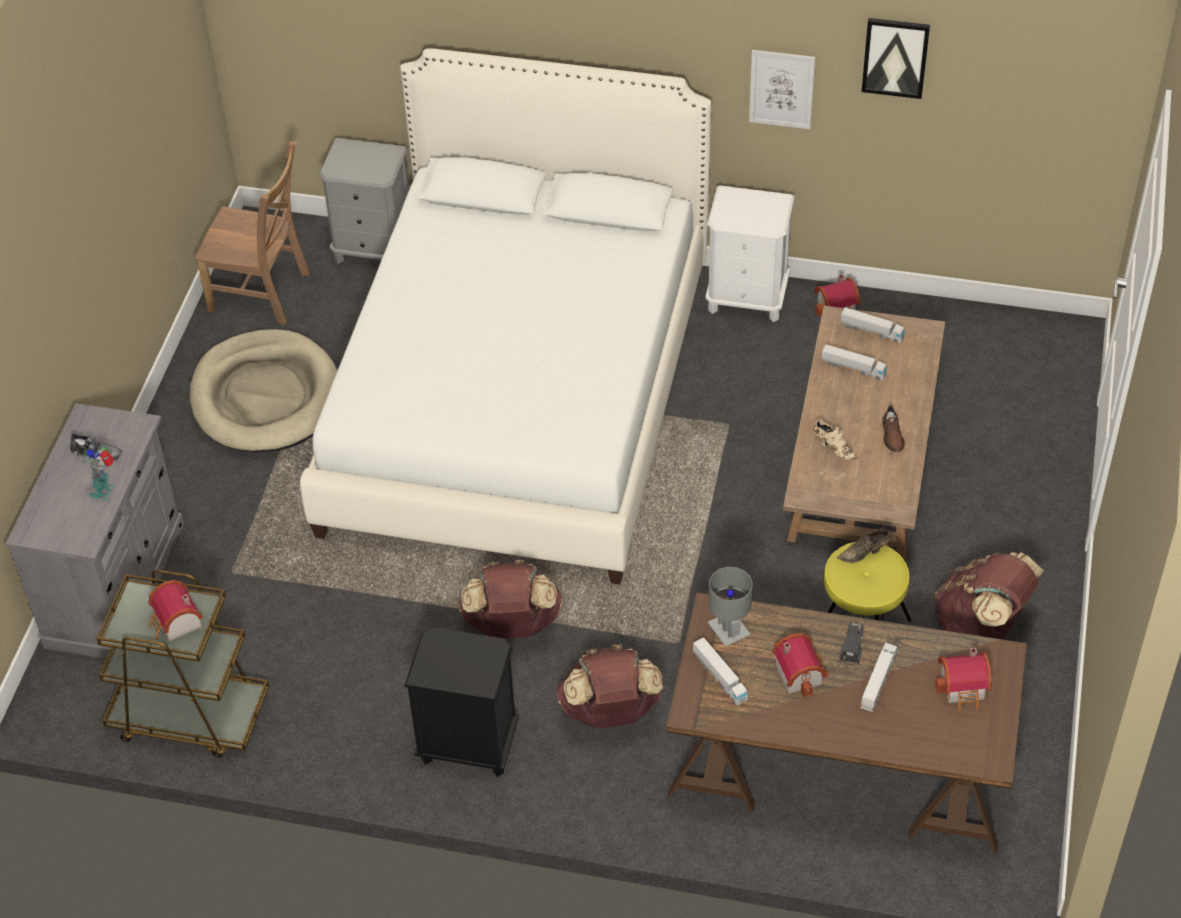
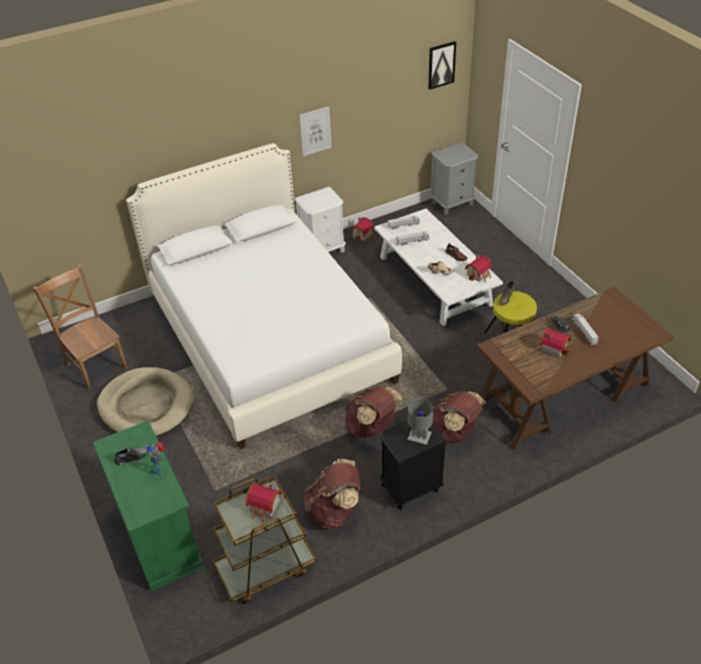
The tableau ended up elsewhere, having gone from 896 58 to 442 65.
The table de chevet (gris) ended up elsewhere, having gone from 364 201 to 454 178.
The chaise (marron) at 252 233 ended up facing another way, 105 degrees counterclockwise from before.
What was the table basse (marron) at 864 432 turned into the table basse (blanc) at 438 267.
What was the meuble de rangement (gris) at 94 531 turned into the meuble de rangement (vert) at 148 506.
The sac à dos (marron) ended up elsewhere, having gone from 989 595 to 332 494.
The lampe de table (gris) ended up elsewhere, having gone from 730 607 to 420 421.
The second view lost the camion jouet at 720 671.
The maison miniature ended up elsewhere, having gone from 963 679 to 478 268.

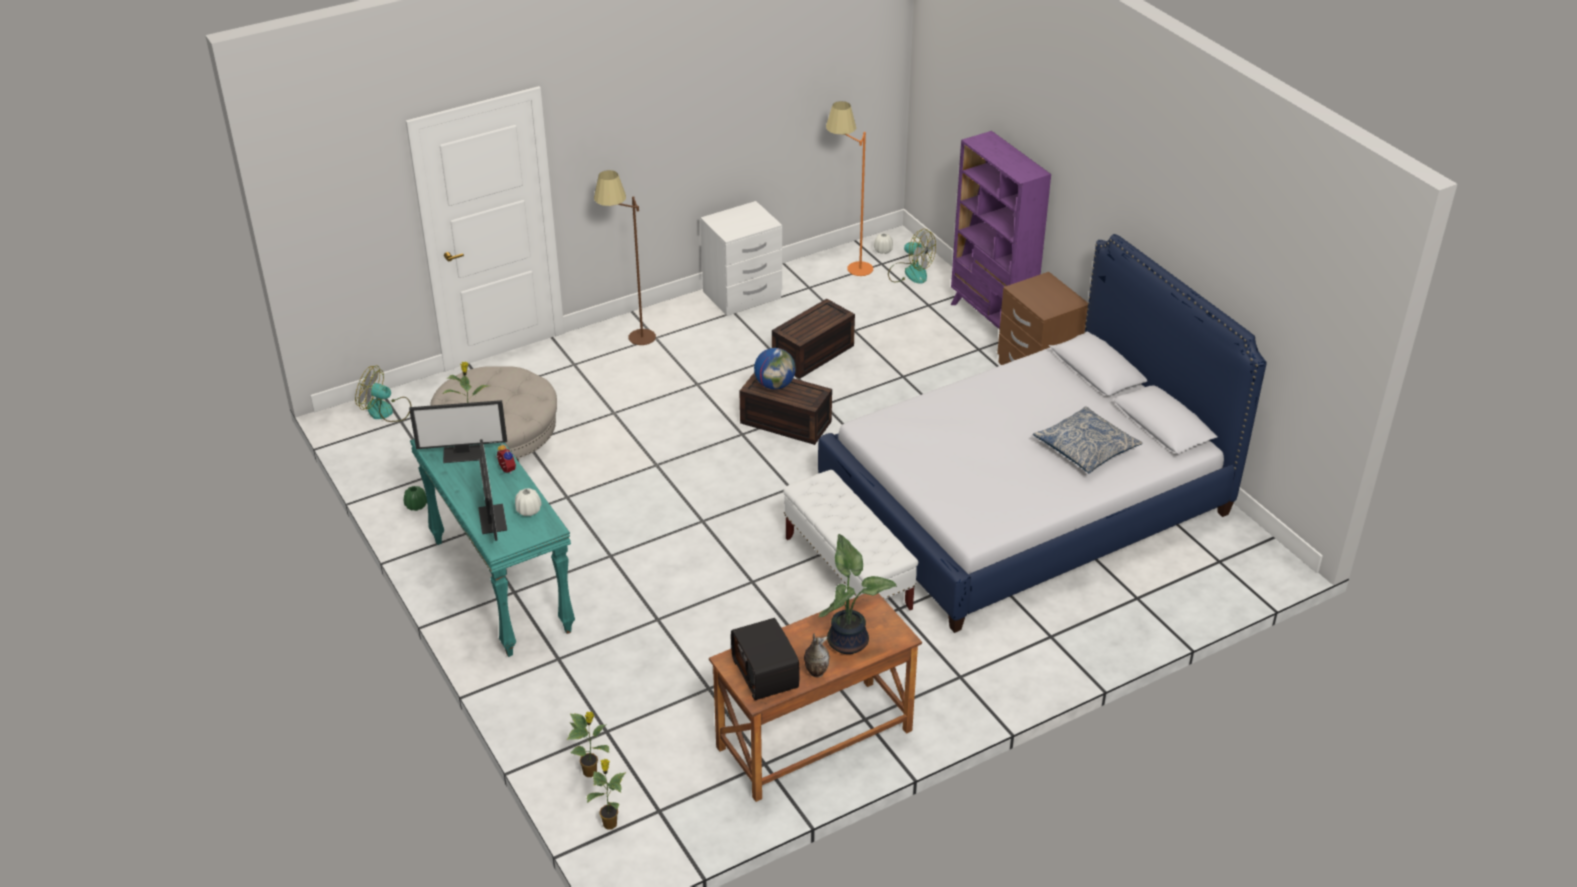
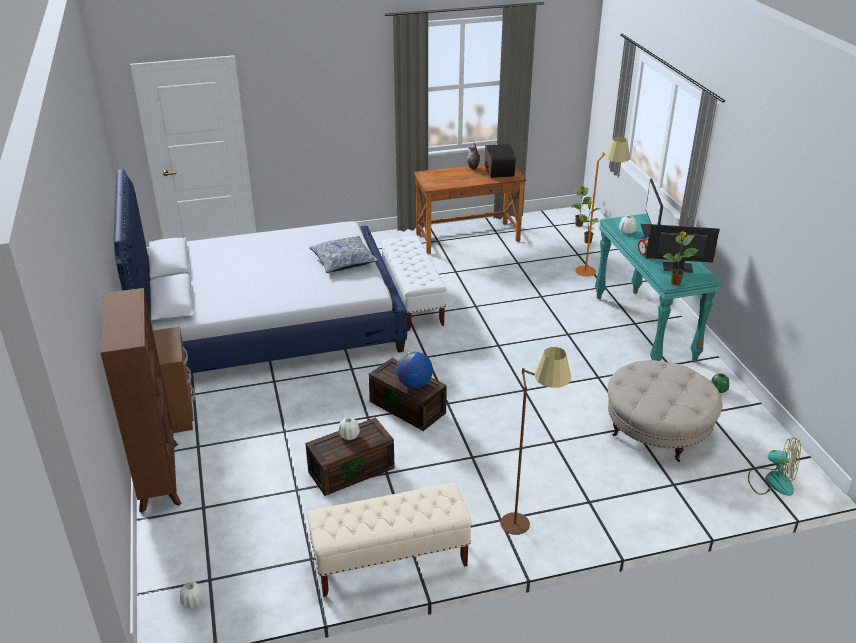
The lampadaire (orange) ended up elsewhere, having gone from 849 188 to 602 207.
What was the bibliothèque (violet) at 1001 230 turned into the bibliothèque (marron) at 141 400.
Where the table de chevet (blanc) stood at 741 258, the banc (beige) came to stand at 389 540.
The second view lost the ventilateur at 912 256.
The coussin ended up elsewhere, having gone from 1088 439 to 343 254.
The second view lost the plante en pot at 857 594.
The second view gained the vase (blanc) at 349 429.

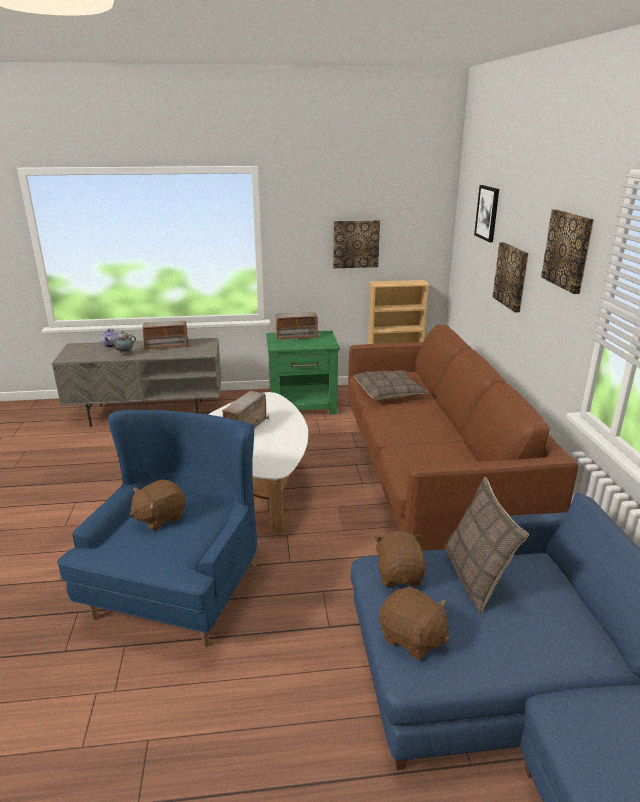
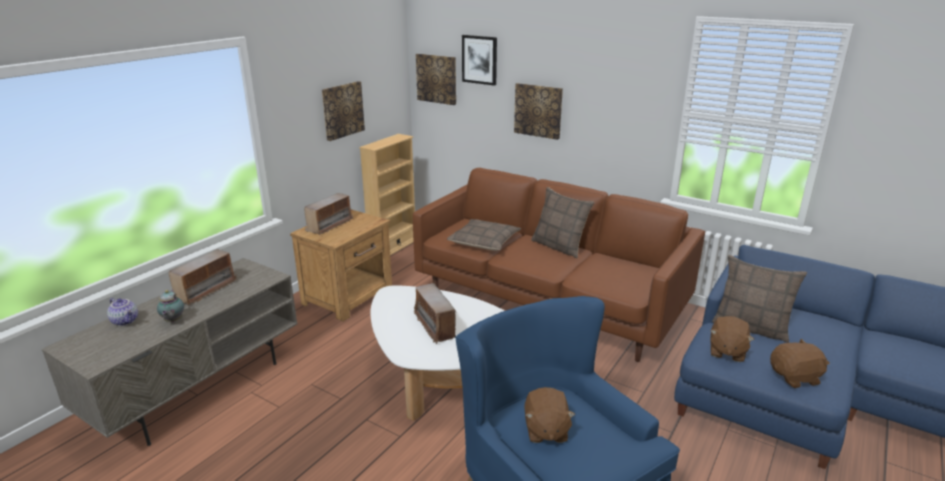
The tableau ended up elsewhere, having gone from 567 251 to 436 79.
What was the table de chevet (vert) at 303 372 turned into the table de chevet (marron) at 341 265.
The peluche (marron) at 400 558 ended up facing another way, 105 degrees counterclockwise from before.
The second view gained the coussin at 563 222.

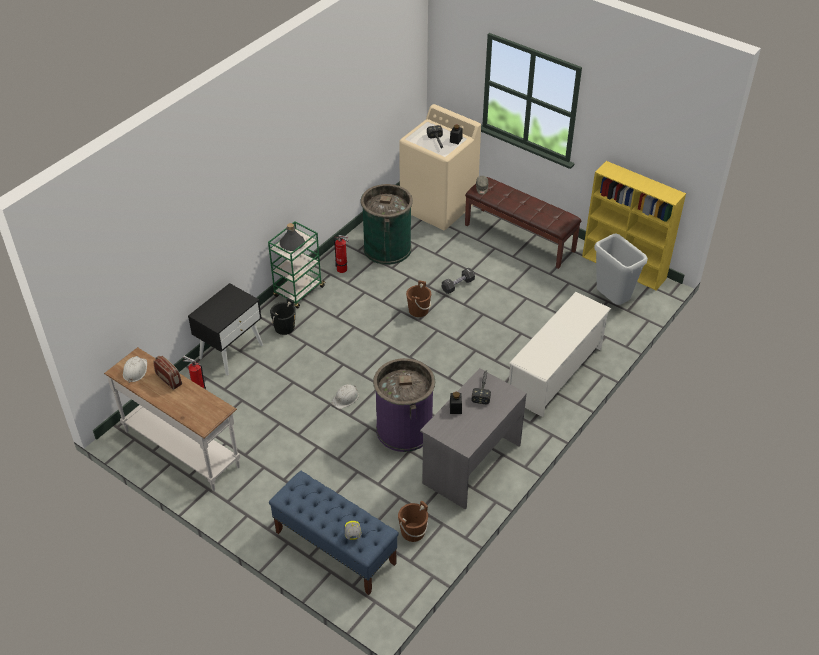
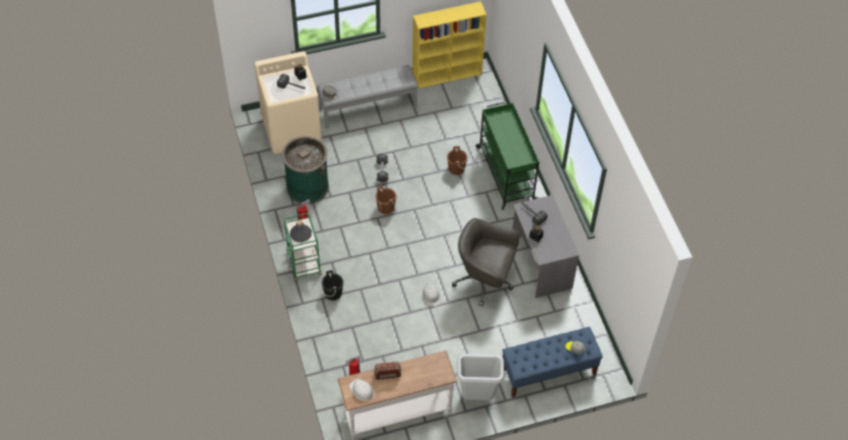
What was the banc (marron) at 523 223 turned into the banc (gris) at 367 97.
The poubelle (gris) ended up elsewhere, having gone from 621 269 to 480 377.
The second view lost the table de chevet (noir) at 225 329.
Where the étagère à chaussures (blanc) stood at 560 354, the chariot (vert) came to stand at 507 156.
Where the poubelle (violet) stood at 404 405, the chaise de bureau (gris) came to stand at 485 262.
The seau (marron) ended up elsewhere, having gone from 413 521 to 457 160.

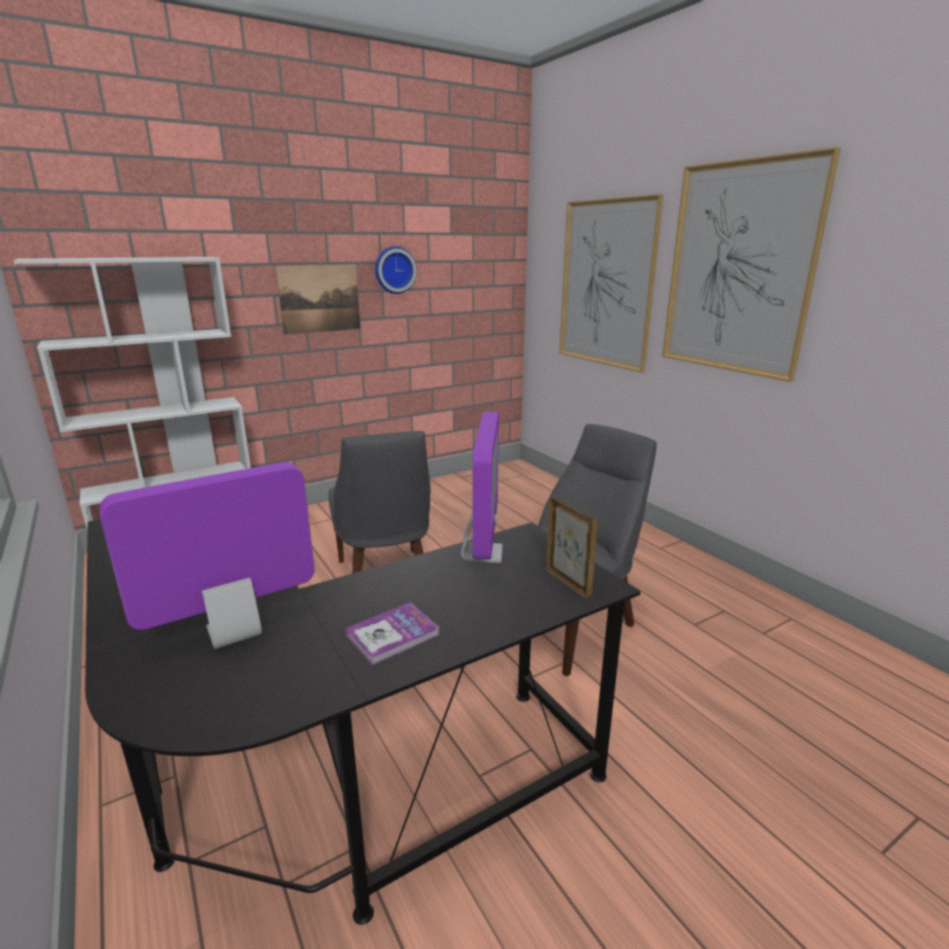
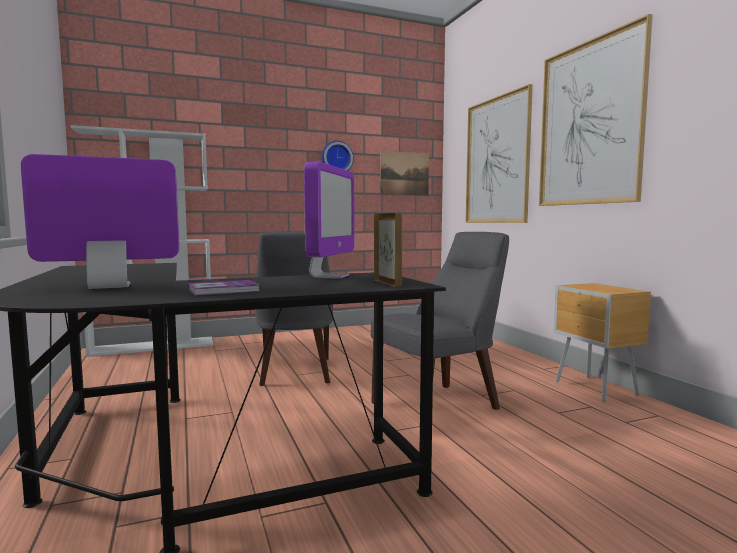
The tableau ended up elsewhere, having gone from 318 299 to 404 173.
The second view gained the table de chevet (marron) at 602 342.

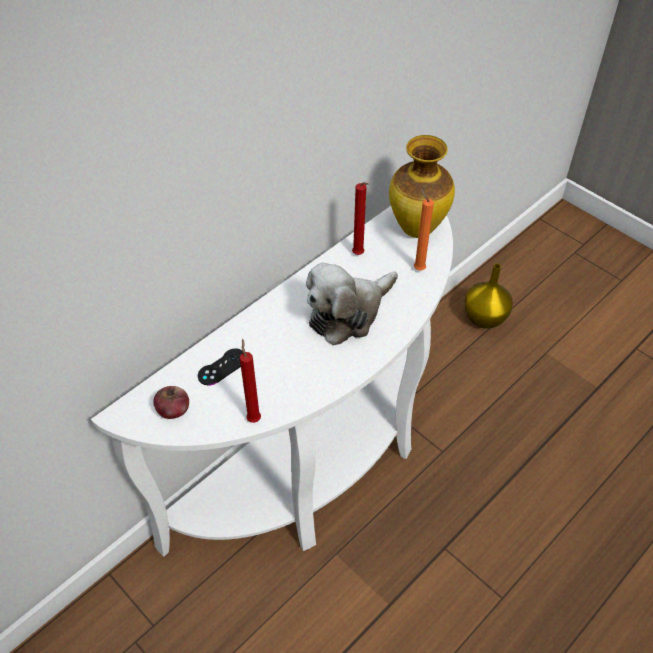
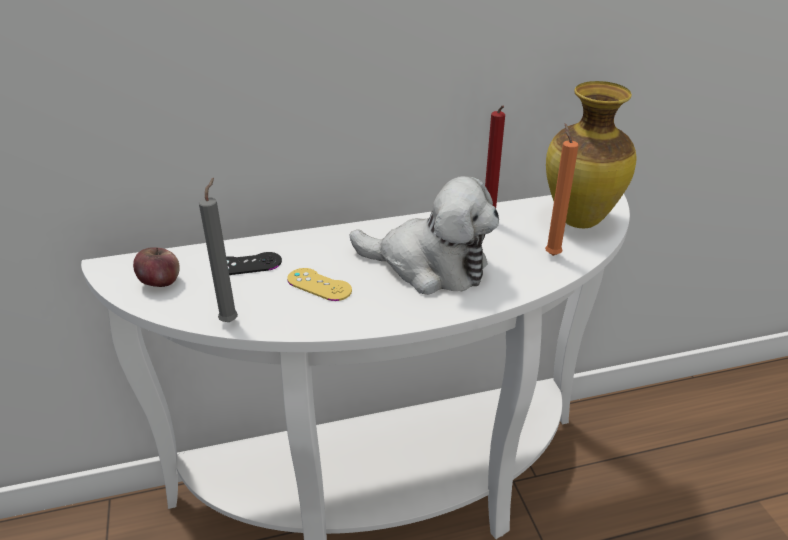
The peluche at 352 304 ended up facing another way, 150 degrees counterclockwise from before.
The second view lost the vase (jaune) at 488 296.
What was the bougie (rouge) at 250 381 turned into the bougie (gris) at 218 250.
The second view gained the manette (jaune) at 319 284.

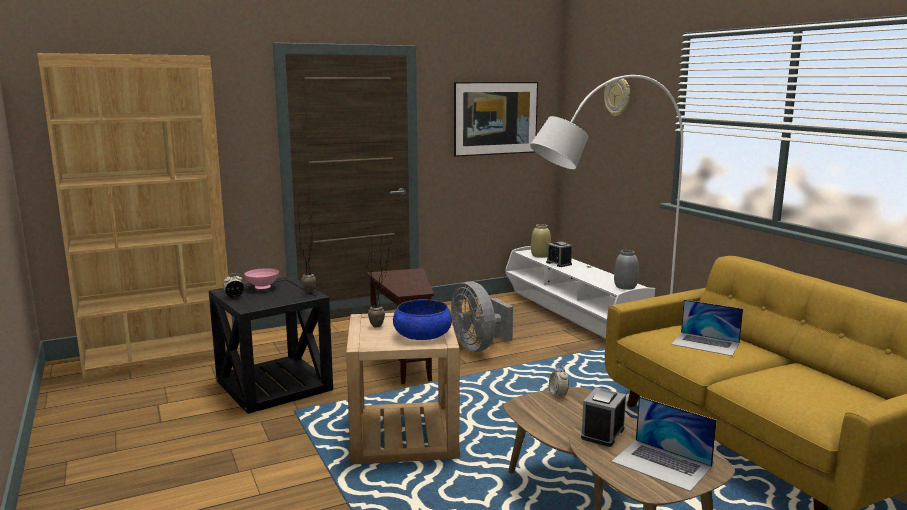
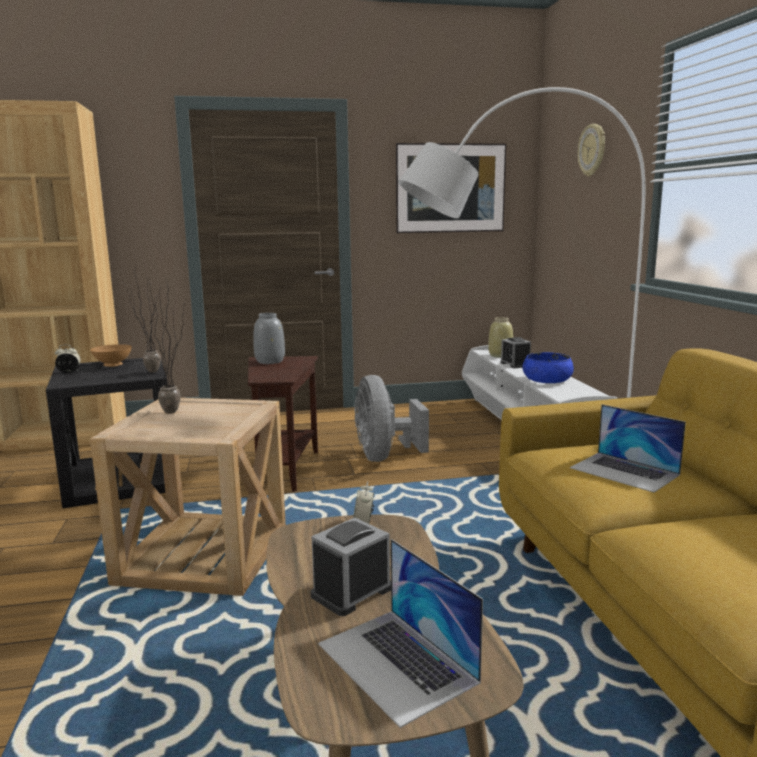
The vase (gris) ended up elsewhere, having gone from 626 270 to 269 338.
What was the bol (rose) at 262 278 turned into the bol (marron) at 111 355.
The bol (bleu) ended up elsewhere, having gone from 422 319 to 548 367.

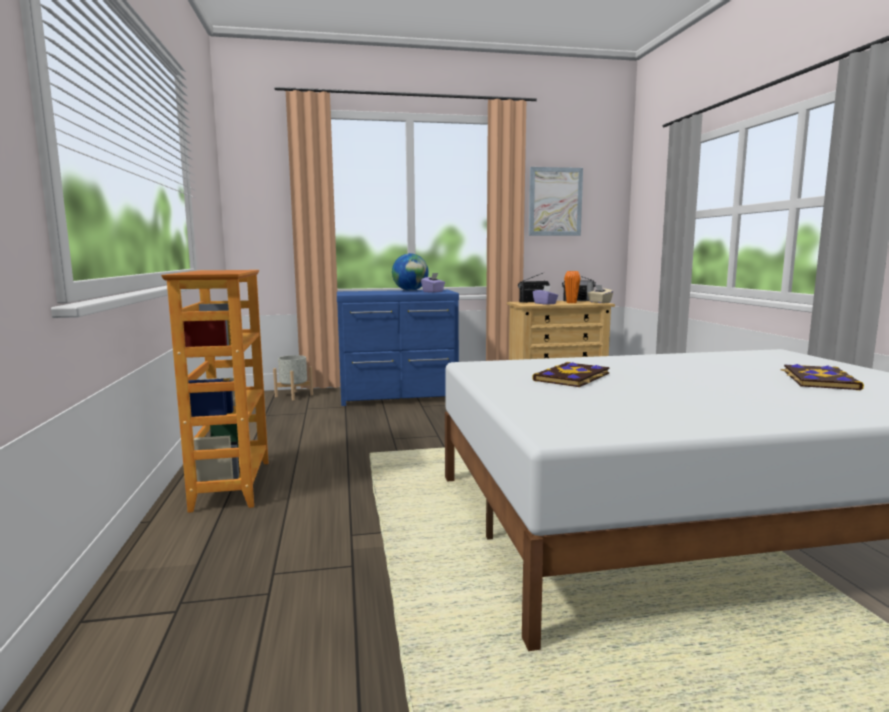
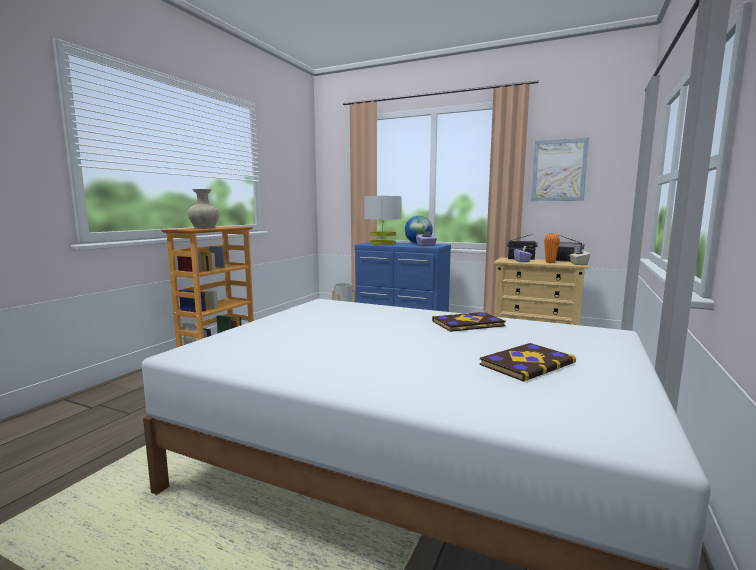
The livre ended up elsewhere, having gone from 571 374 to 469 322.
The second view gained the vase (beige) at 203 209.
The second view gained the lampe de table (gris) at 383 220.

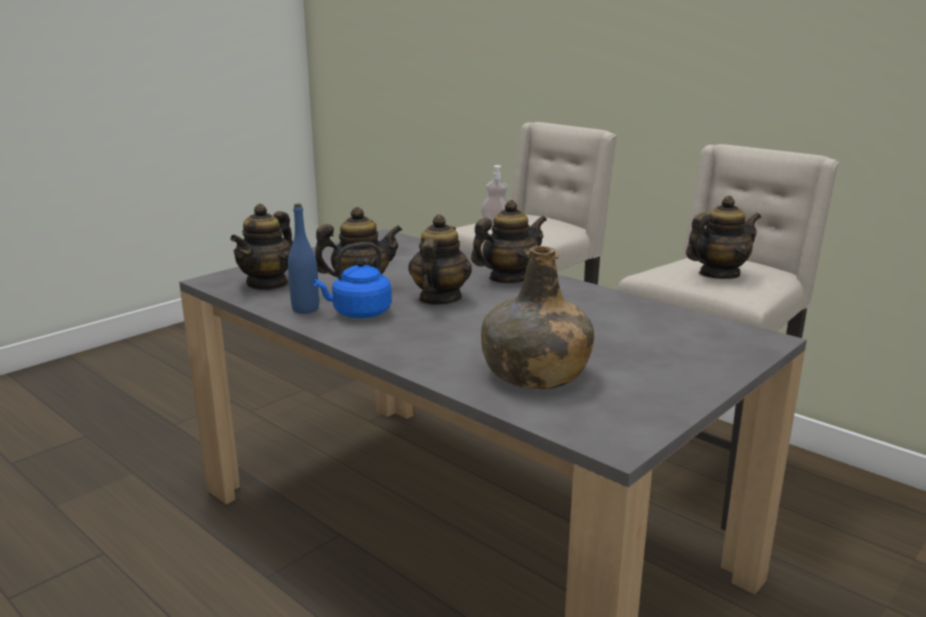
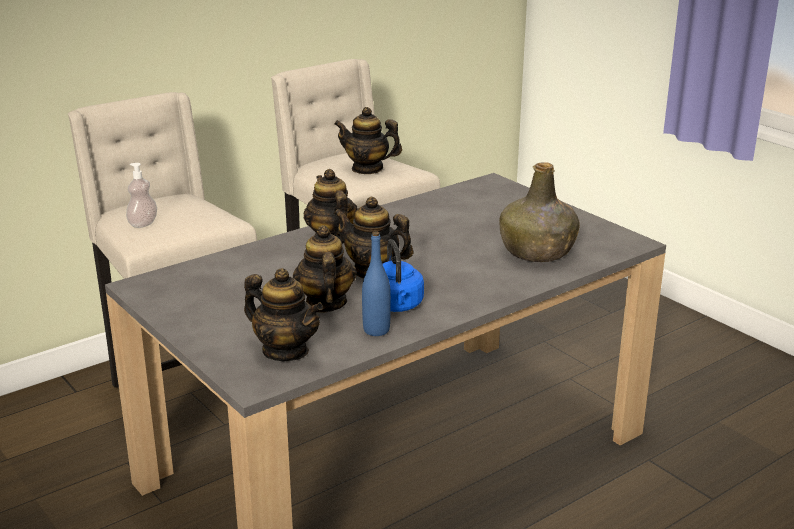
The théière at 723 237 ended up facing another way, 60 degrees counterclockwise from before.

